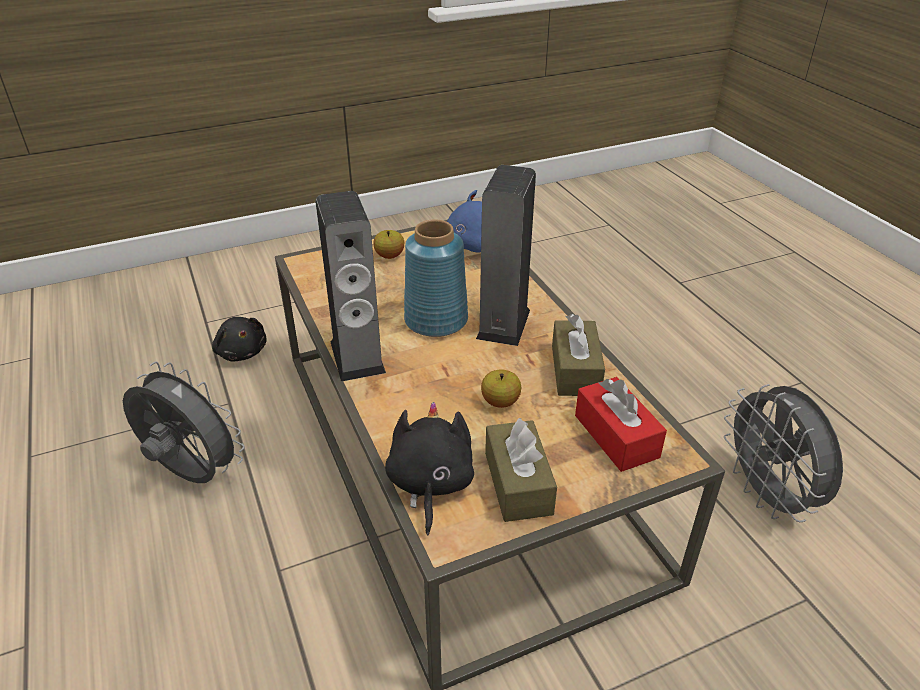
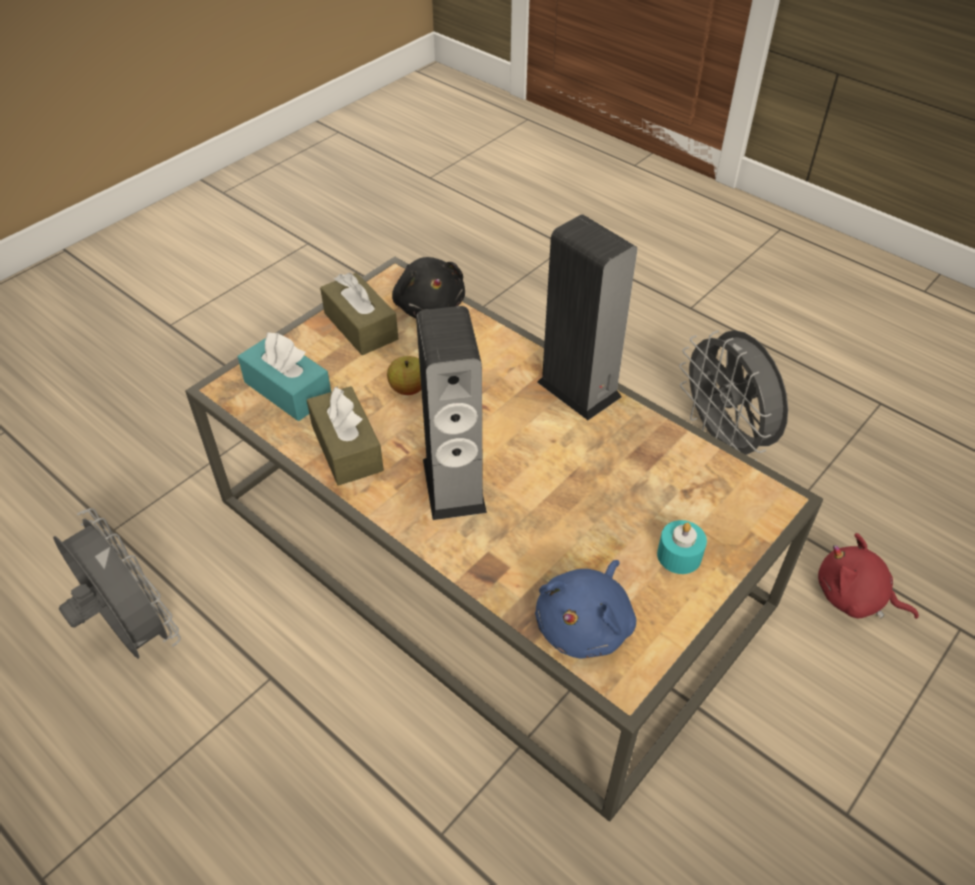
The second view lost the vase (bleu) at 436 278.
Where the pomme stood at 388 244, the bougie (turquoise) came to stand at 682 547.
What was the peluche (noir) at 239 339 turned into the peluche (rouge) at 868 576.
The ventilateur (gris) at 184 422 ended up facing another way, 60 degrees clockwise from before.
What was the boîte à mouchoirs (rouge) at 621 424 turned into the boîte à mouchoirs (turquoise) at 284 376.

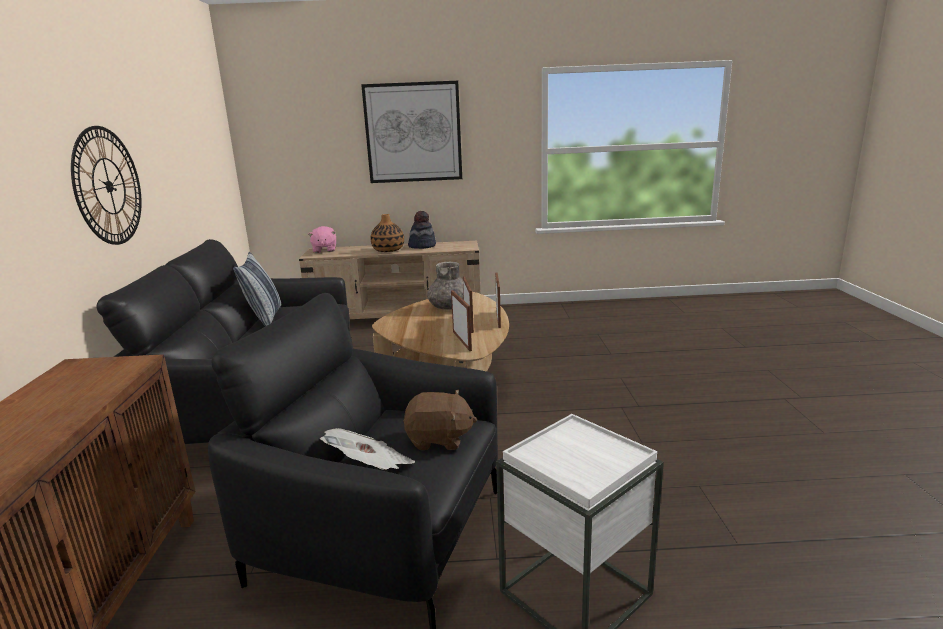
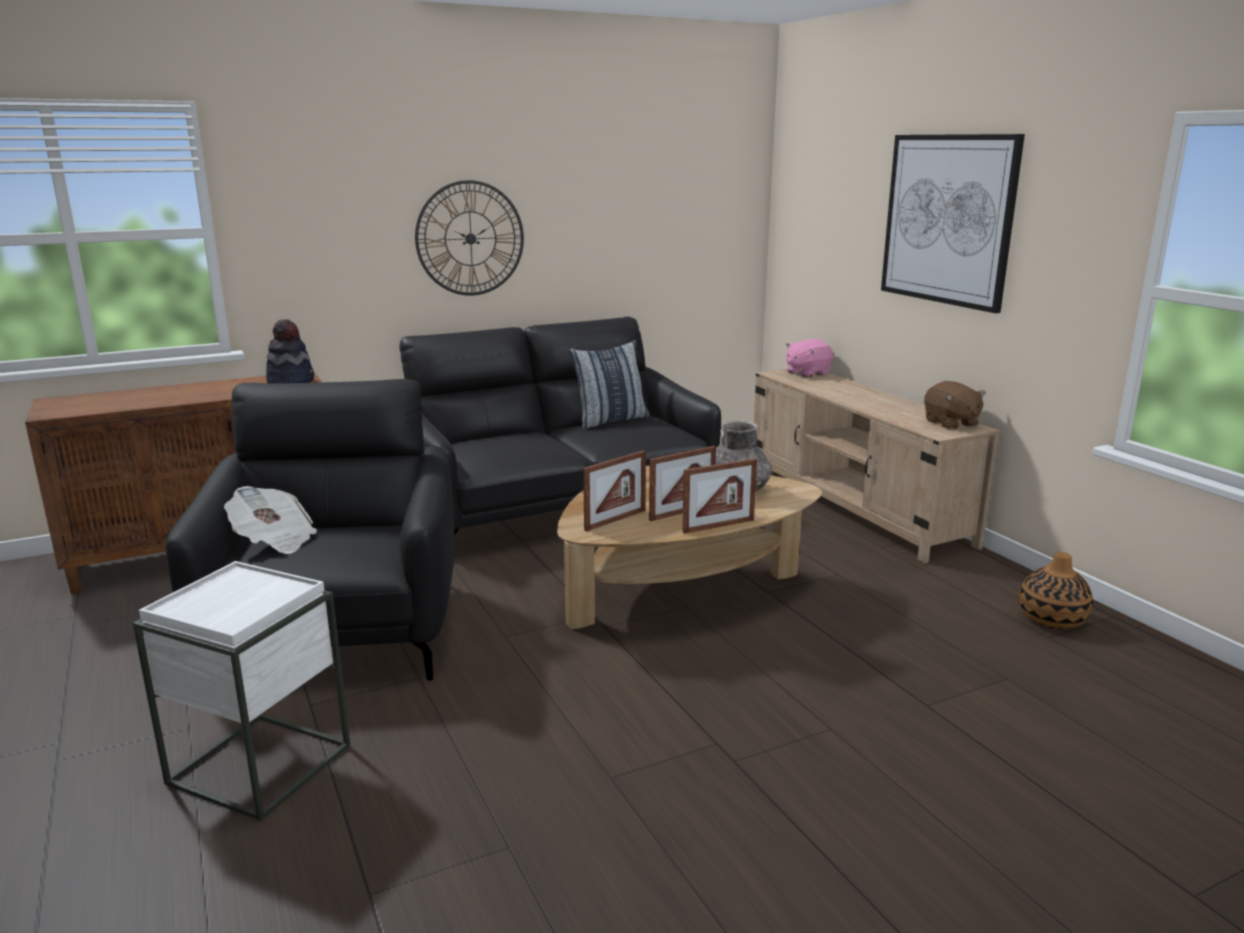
The chapeau ended up elsewhere, having gone from 422 230 to 290 351.
The vase ended up elsewhere, having gone from 387 233 to 1056 590.
The peluche (marron) ended up elsewhere, having gone from 440 420 to 955 405.

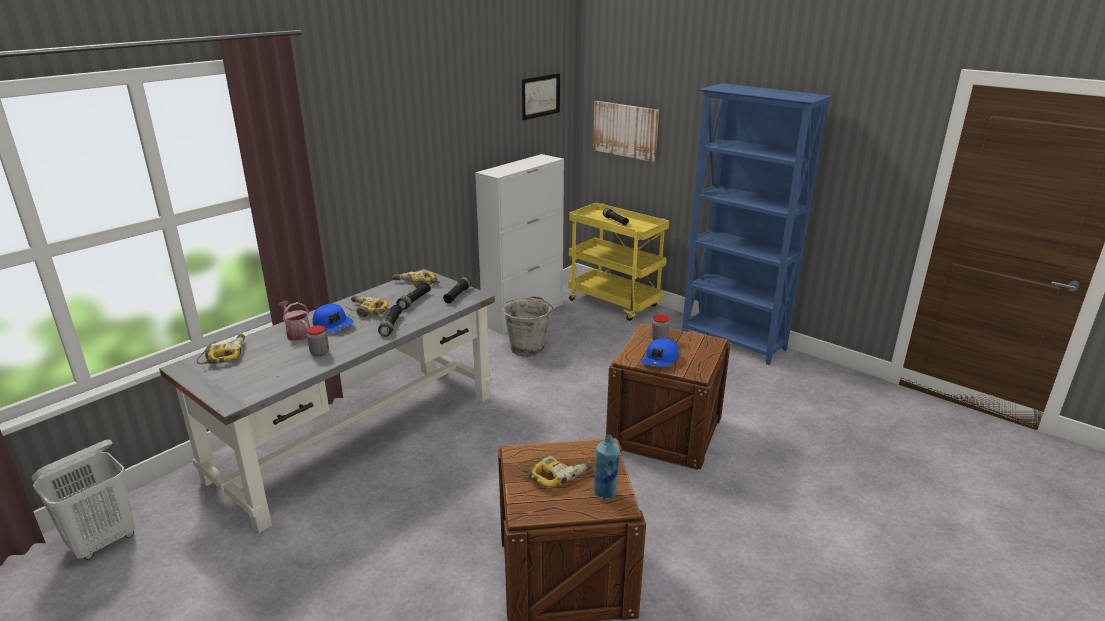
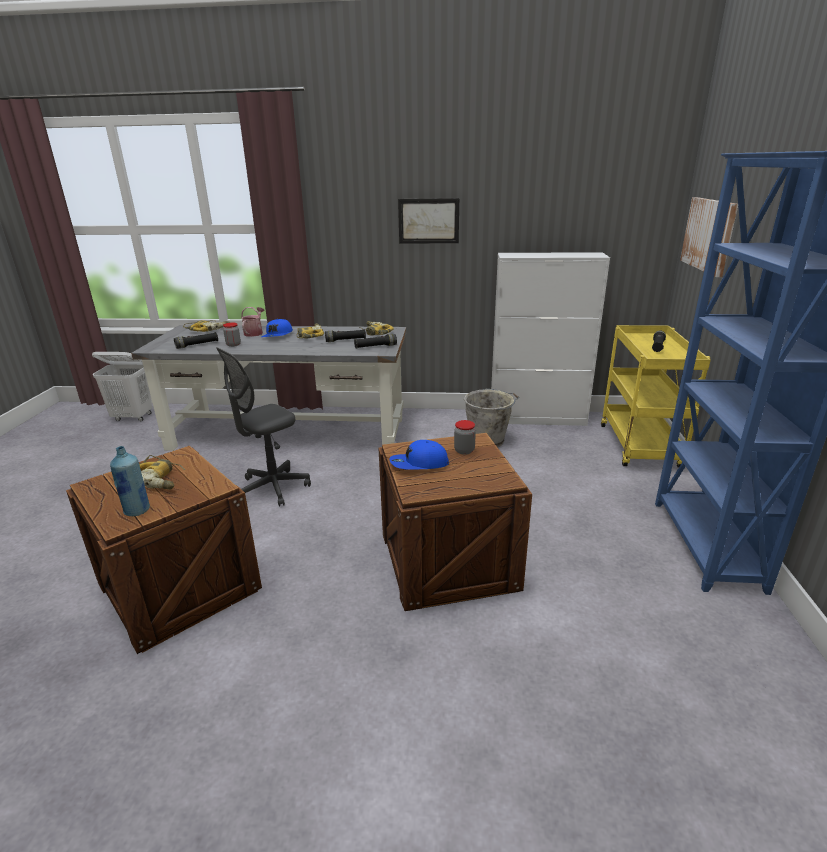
The tableau ended up elsewhere, having gone from 541 96 to 428 221.
The lampe de poche (noir) ended up elsewhere, having gone from 390 321 to 196 340.
The second view gained the chaise de bureau (gris) at 263 427.

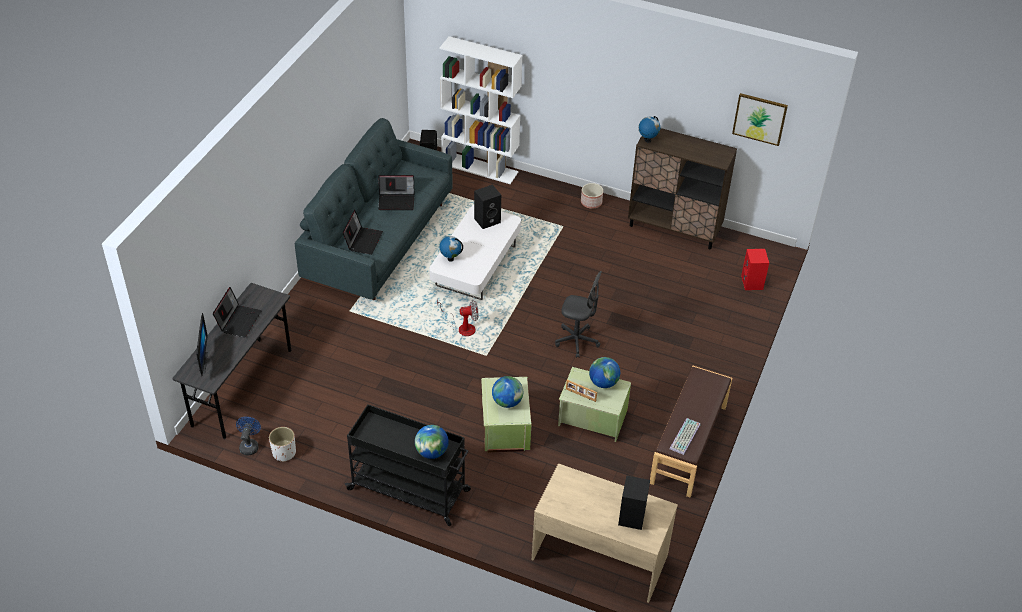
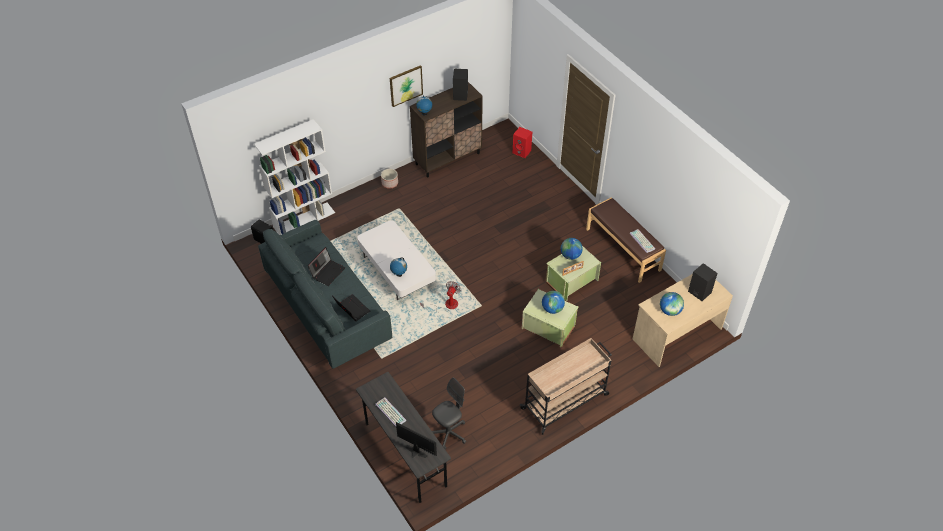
The tableau ended up elsewhere, having gone from 760 119 to 406 86.
The enceinte (noir) ended up elsewhere, having gone from 487 206 to 460 85.
The chaise de bureau (gris) ended up elsewhere, having gone from 578 314 to 449 413.
Where the ordinateur portable stood at 237 312, the clavier came to stand at 390 412.
What was the chariot (noir) at 408 465 turned into the chariot (beige) at 566 386.
The second view lost the ventilateur (bleu) at 248 436.
The globe ended up elsewhere, having gone from 432 442 to 672 304.
The second view lost the cache-pot (blanc) at 282 444.

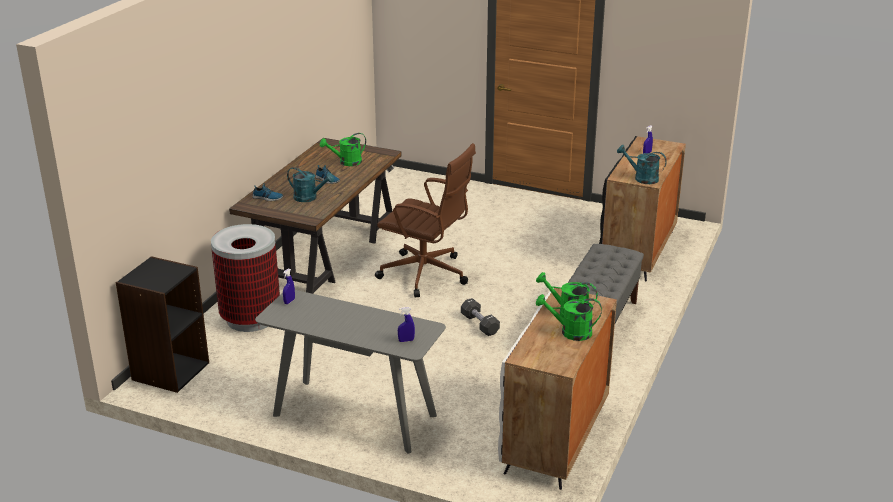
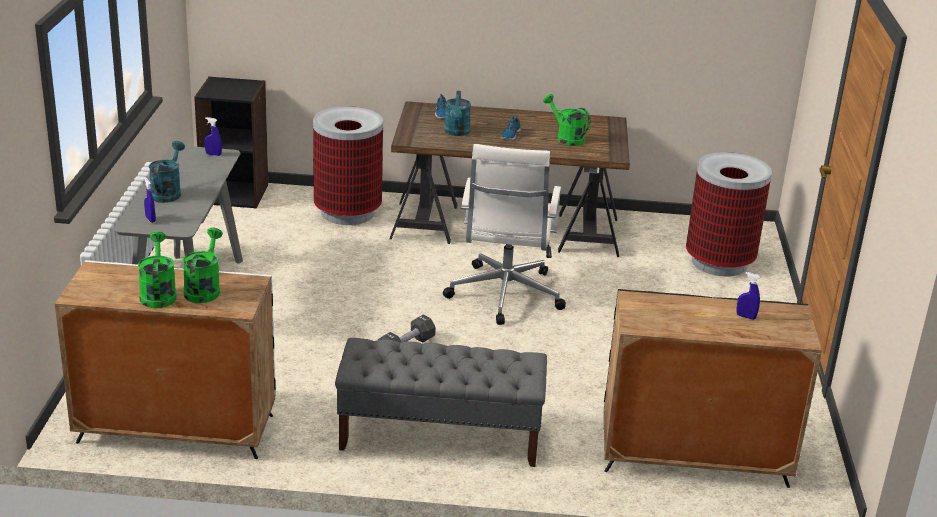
What was the chaise de bureau (marron) at 425 220 turned into the chaise de bureau (blanc) at 504 234.
The arrosoir (turquoise) ended up elsewhere, having gone from 642 164 to 167 172.
The second view gained the poubelle at 729 214.

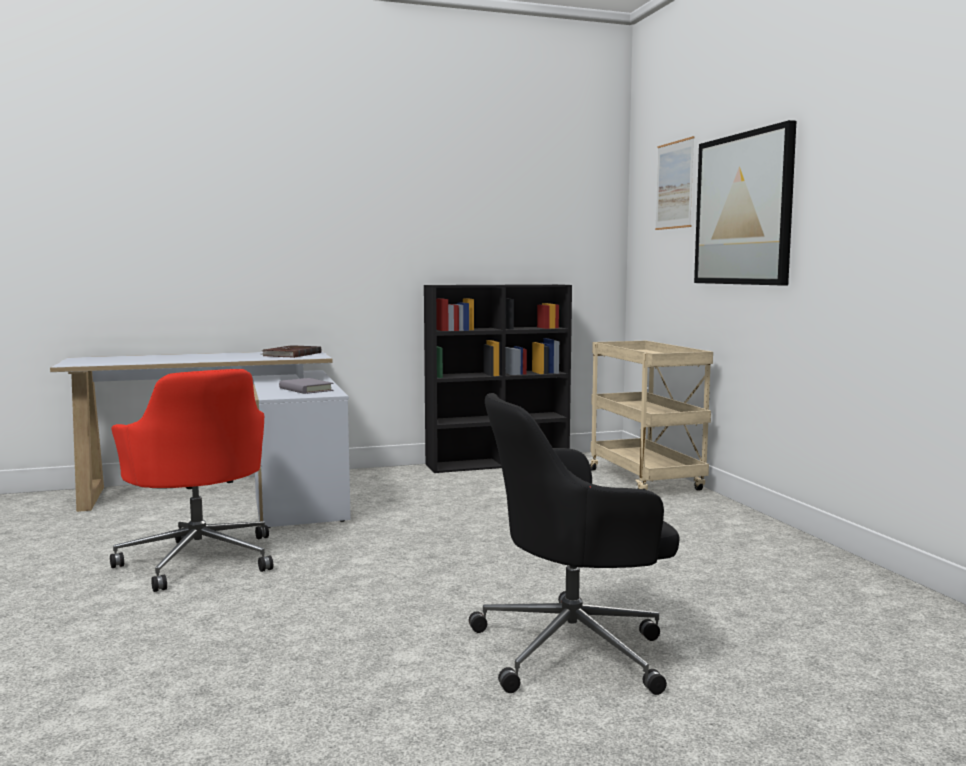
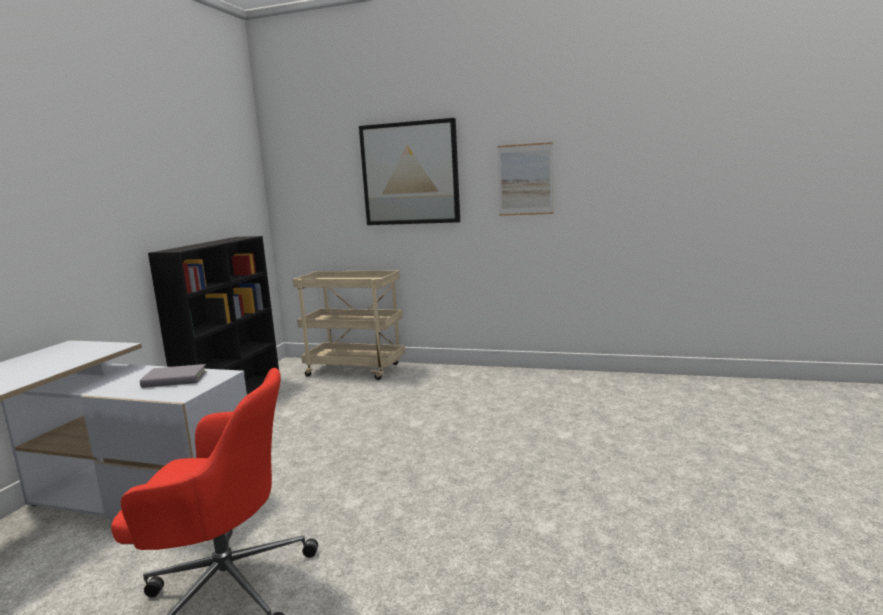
The tableau ended up elsewhere, having gone from 674 183 to 525 179.
The second view lost the livre (marron) at 291 351.
The second view lost the chaise de bureau (noir) at 574 544.

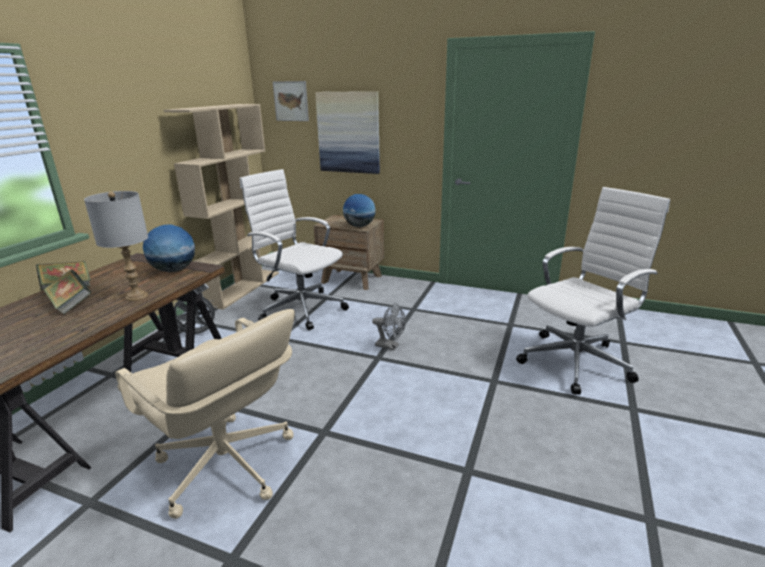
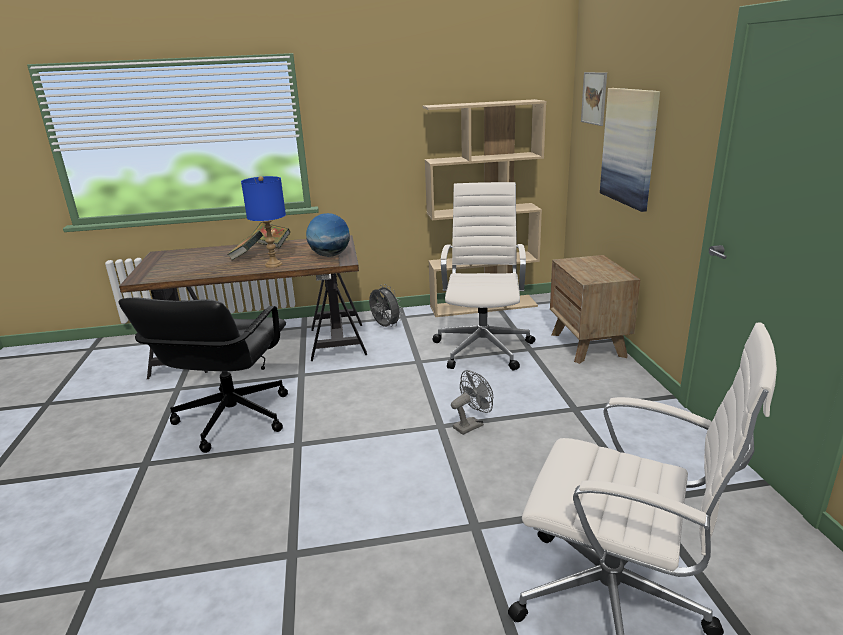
What was the lampe de table (gris) at 116 246 turned into the lampe de table (bleu) at 263 222.
The second view lost the globe at 359 210.
The ventilateur (gris) at 389 326 ended up facing another way, 120 degrees counterclockwise from before.
What was the chaise de bureau (beige) at 205 414 turned into the chaise de bureau (noir) at 203 375.

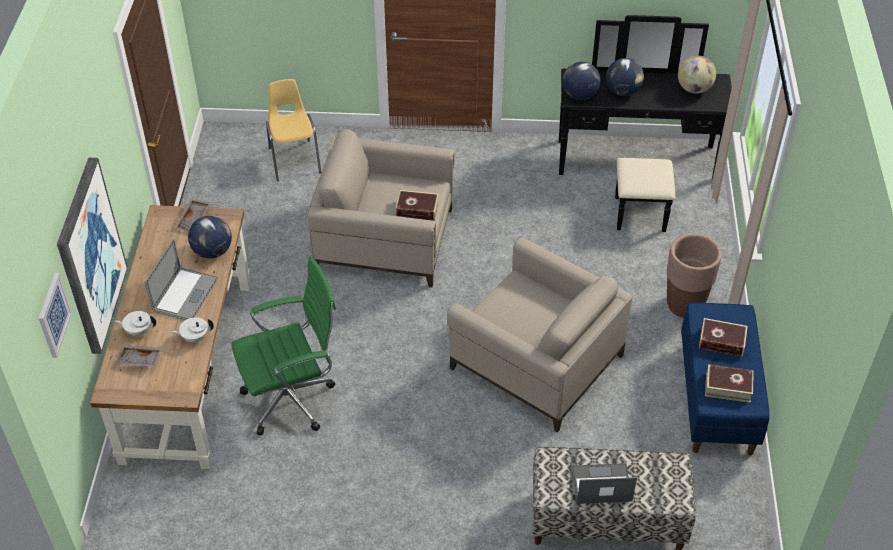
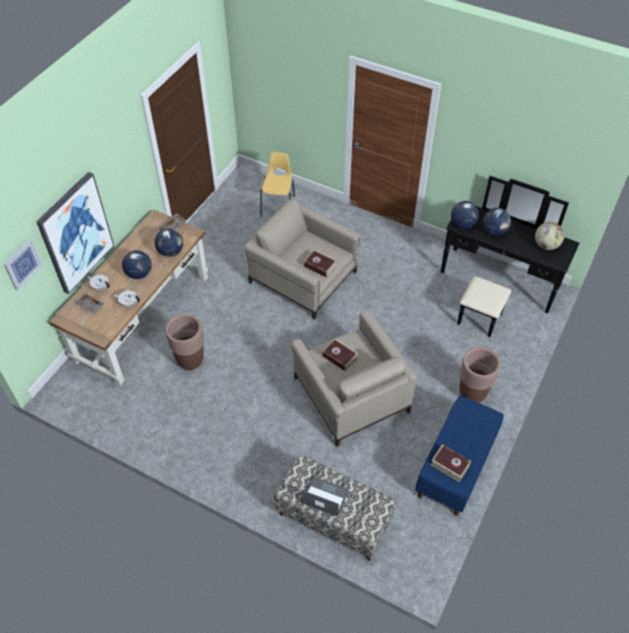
Where the ordinateur portable stood at 181 279, the globe came to stand at 137 264.
Where the chaise de bureau (vert) stood at 283 345, the cache-pot (marron) came to stand at 185 342.
The livre ended up elsewhere, having gone from 723 337 to 340 355.

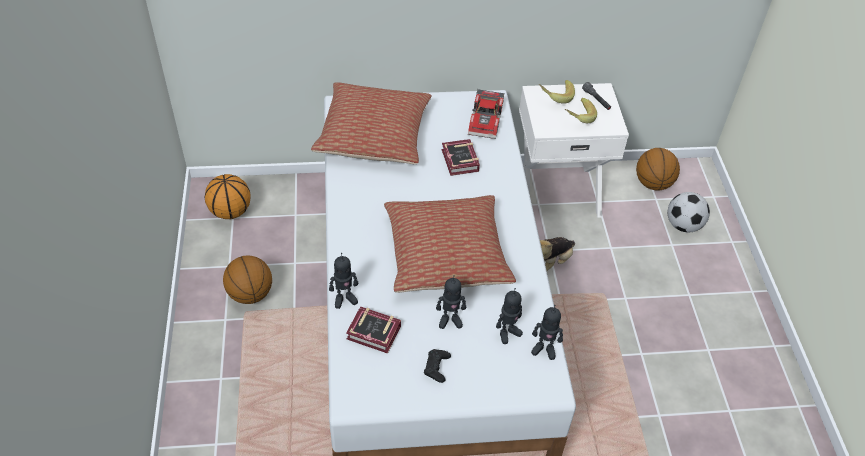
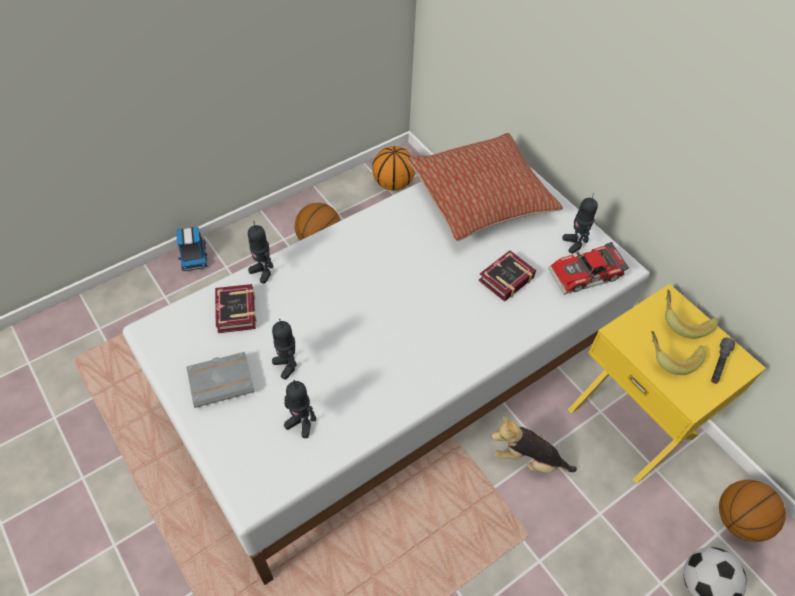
What was the table de chevet (blanc) at 574 150 turned into the table de chevet (jaune) at 667 384.
The second view lost the coussin at 450 244.
The robot jouet ended up elsewhere, having gone from 547 332 to 580 223.
Where the manette (noir) stood at 437 366, the livre (gris) came to stand at 220 380.
The second view gained the camion jouet at 191 249.

